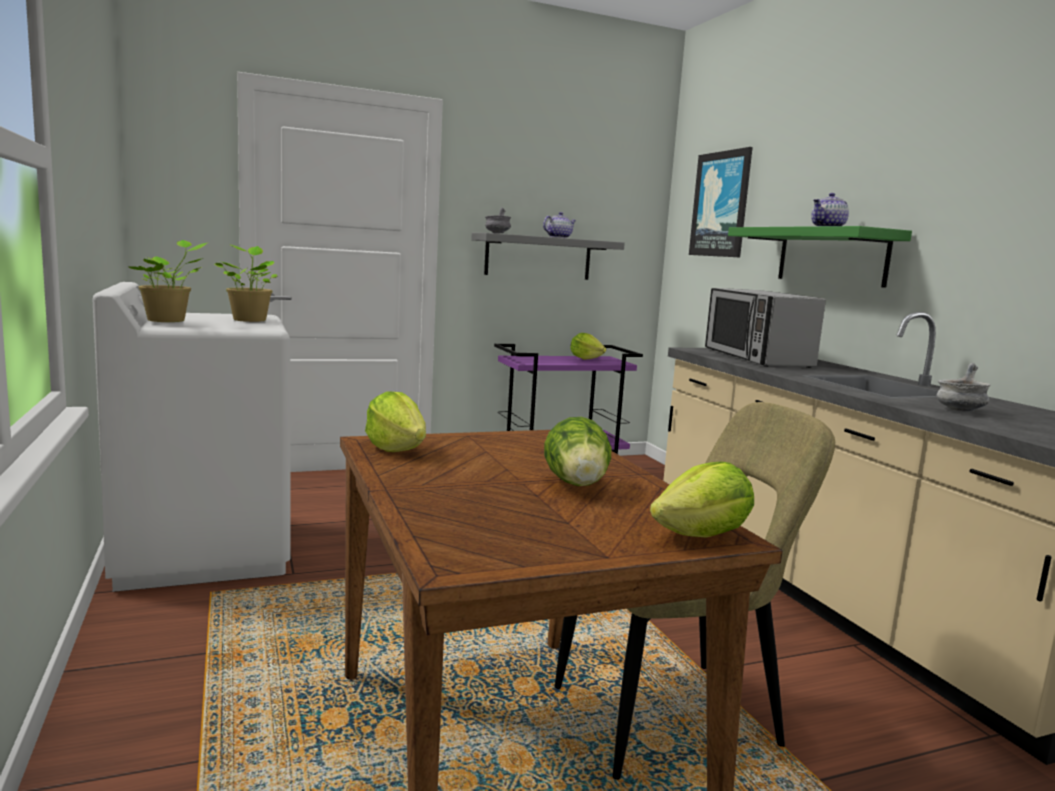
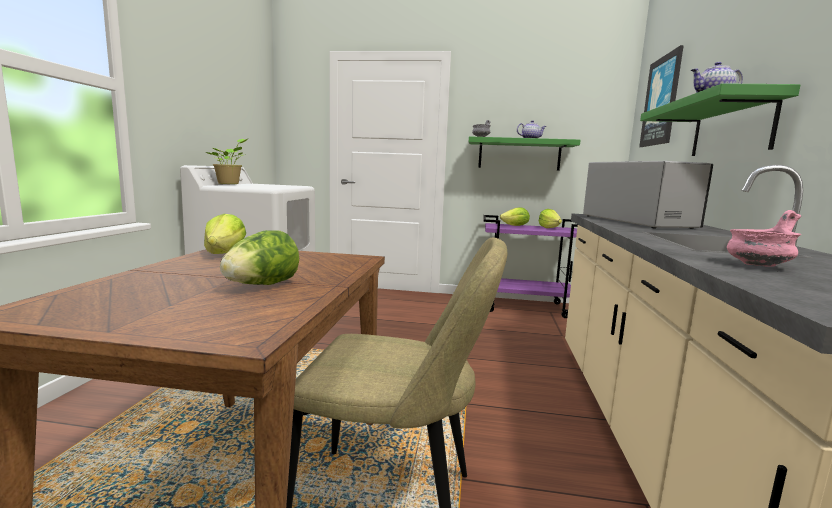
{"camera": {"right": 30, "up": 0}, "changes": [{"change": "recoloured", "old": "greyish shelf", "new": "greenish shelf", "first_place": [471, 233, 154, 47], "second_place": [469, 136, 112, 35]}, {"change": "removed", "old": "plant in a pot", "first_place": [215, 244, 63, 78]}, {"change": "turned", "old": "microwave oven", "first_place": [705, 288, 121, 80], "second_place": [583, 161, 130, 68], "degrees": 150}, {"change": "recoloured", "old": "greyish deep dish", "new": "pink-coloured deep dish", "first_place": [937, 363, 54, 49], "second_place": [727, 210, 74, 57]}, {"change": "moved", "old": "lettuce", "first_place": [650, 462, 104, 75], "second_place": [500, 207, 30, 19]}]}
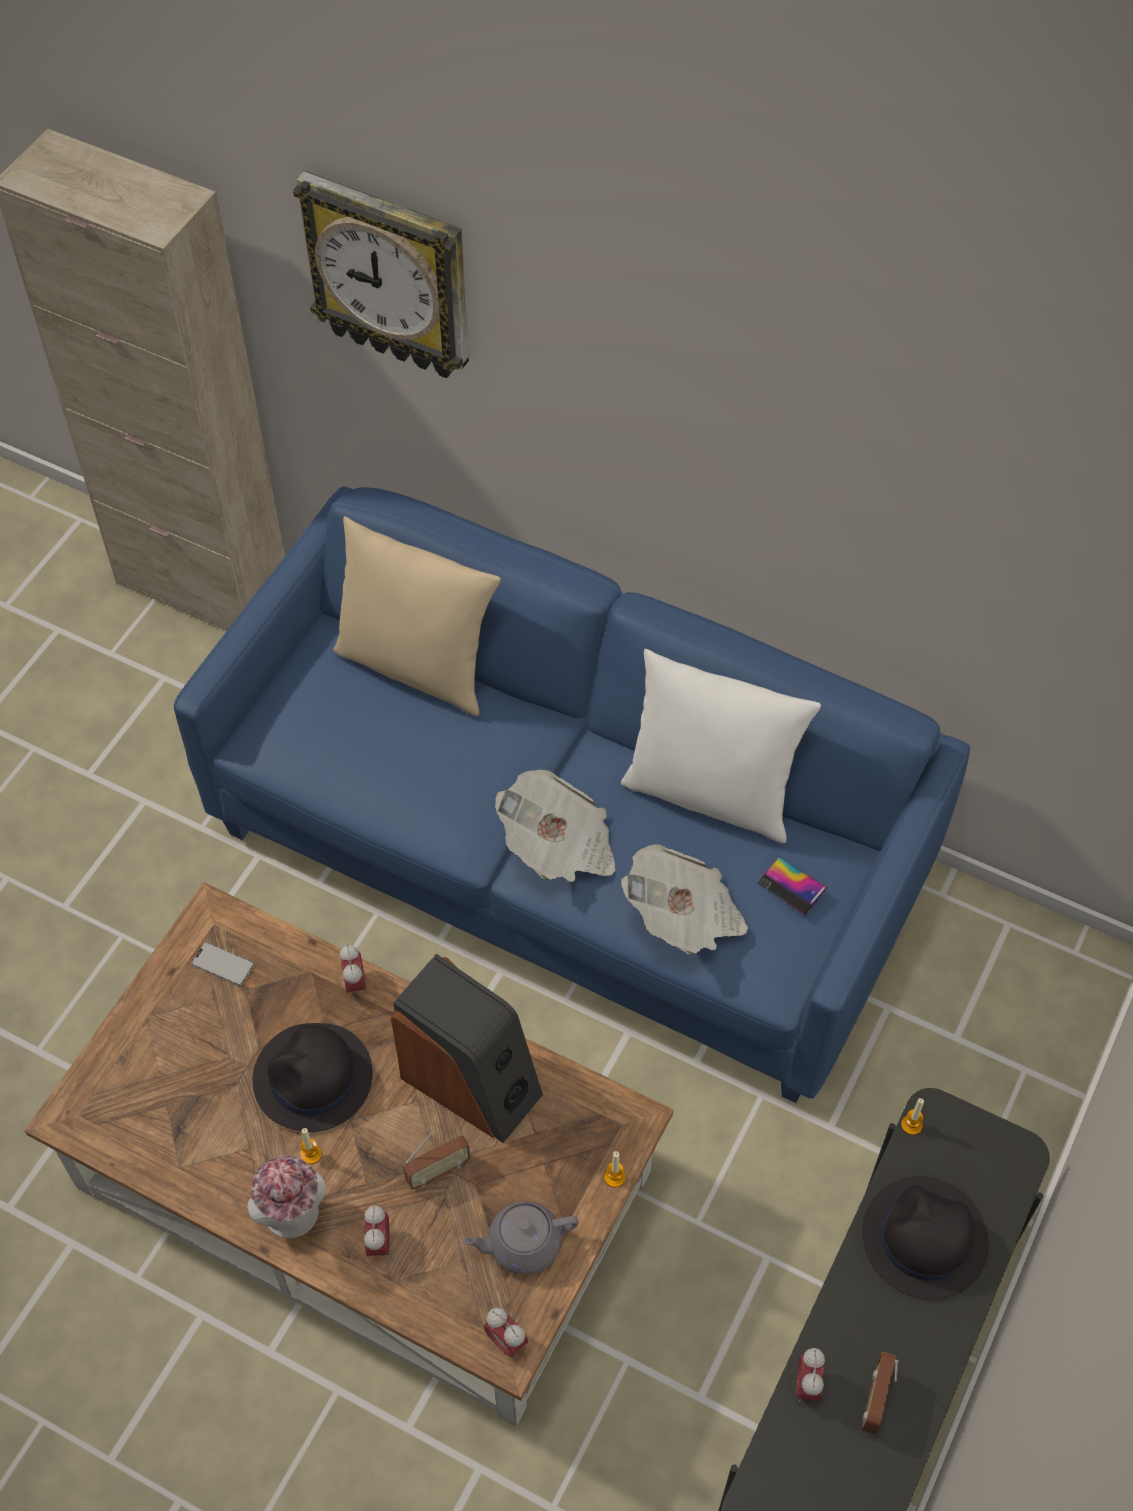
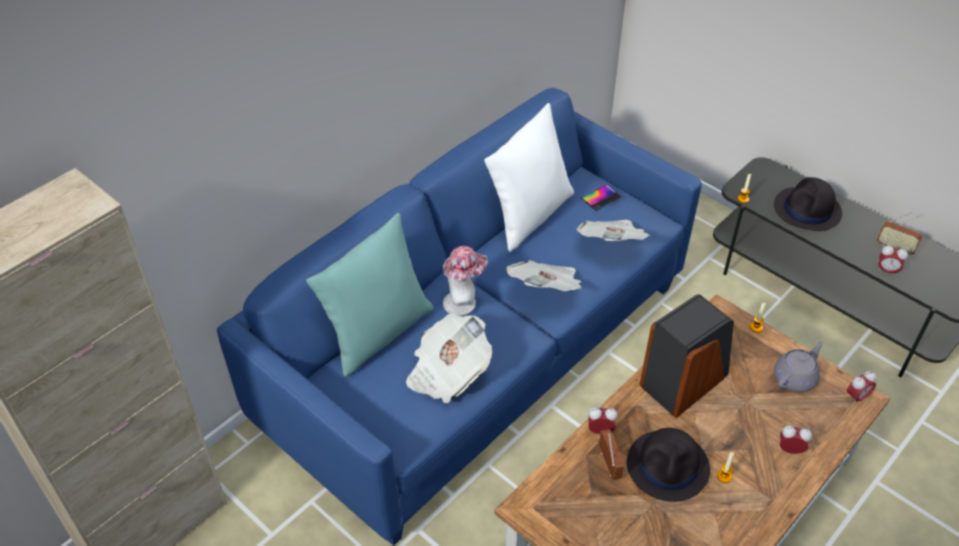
{"camera": {"right": -75, "up": -10}, "changes": [{"change": "removed", "old": "wall clock", "first_place": [293, 171, 176, 207]}, {"change": "recoloured", "old": "sand-coloured cushion", "new": "blue-green cushion", "first_place": [333, 516, 168, 200], "second_place": [306, 213, 128, 164]}, {"change": "removed", "old": "phone", "first_place": [192, 942, 62, 44]}, {"change": "moved", "old": "radio", "first_place": [403, 1132, 68, 58], "second_place": [599, 429, 25, 51]}, {"change": "moved", "old": "hat", "first_place": [247, 1155, 79, 83], "second_place": [443, 246, 45, 70]}, {"change": "turned", "old": "greyish teapot", "first_place": [462, 1201, 117, 74], "second_place": [774, 341, 49, 51], "degrees": -135}, {"change": "added", "new": "printed paper", "second_place": [406, 313, 86, 90]}]}
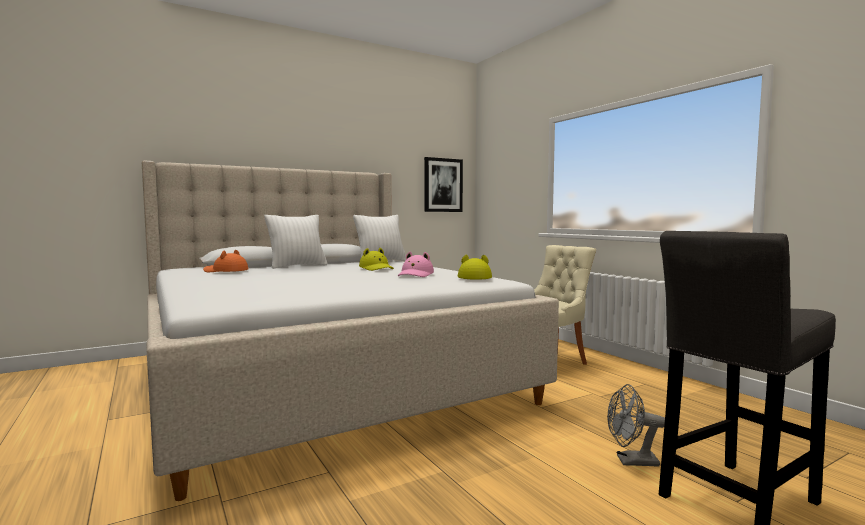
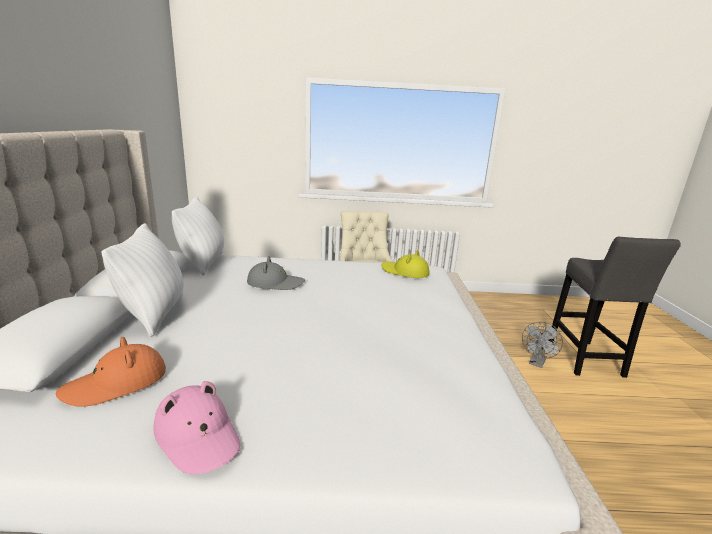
{"camera": {"right": -60, "up": 15}, "changes": [{"change": "removed", "old": "picture", "first_place": [424, 157, 39, 55]}, {"change": "recoloured", "old": "yellowish hat", "new": "greyish hat", "first_place": [359, 248, 35, 23], "second_place": [247, 256, 58, 34]}, {"change": "moved", "old": "pink-coloured hat", "first_place": [398, 252, 36, 25], "second_place": [153, 381, 88, 93]}]}
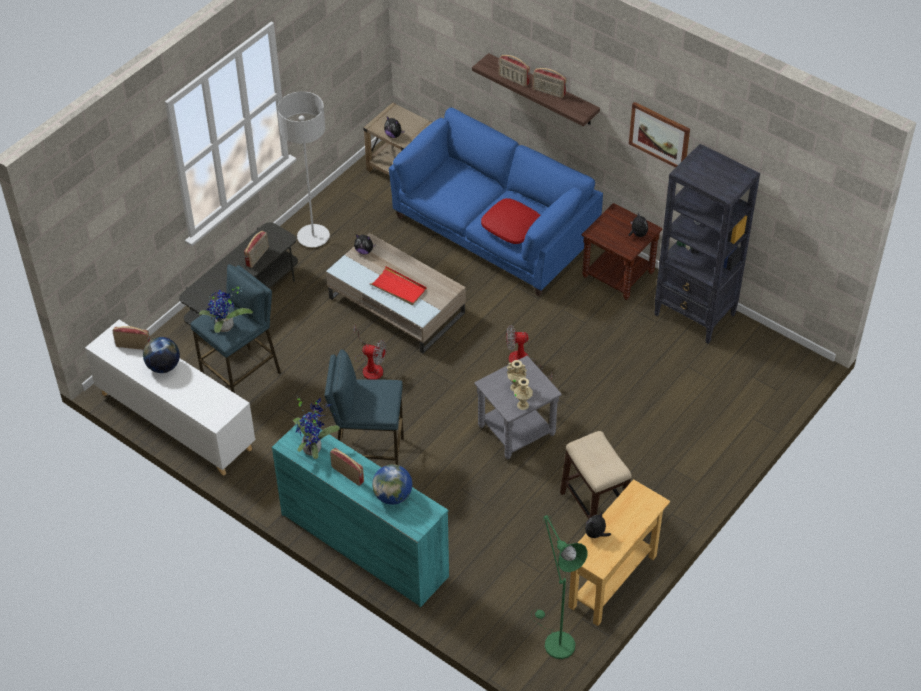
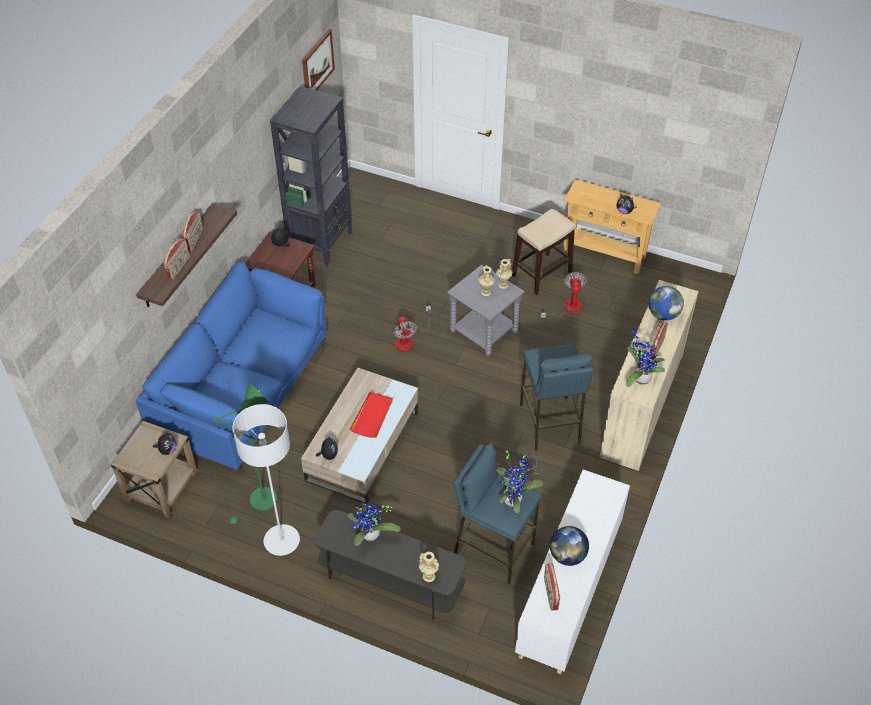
{"camera": {"right": -105, "up": 0}, "changes": [{"change": "moved", "old": "picture", "first_place": [629, 102, 61, 65], "second_place": [302, 29, 33, 61]}, {"change": "removed", "old": "red-coloured cushion", "first_place": [481, 198, 59, 46]}, {"change": "replaced", "old": "radio", "new": "plant in a pot", "first_place": [244, 230, 25, 38], "second_place": [347, 503, 54, 42]}, {"change": "moved", "old": "cooling fan", "first_place": [353, 325, 33, 54], "second_place": [541, 272, 46, 49]}, {"change": "recoloured", "old": "blue-green chest of drawers", "new": "sand-coloured chest of drawers", "first_place": [272, 419, 177, 188], "second_place": [599, 280, 100, 191]}, {"change": "moved", "old": "greenish standing lamp", "first_place": [532, 515, 56, 144], "second_place": [214, 382, 63, 145]}, {"change": "added", "new": "sand-coloured flower vase", "second_place": [419, 552, 20, 30]}]}
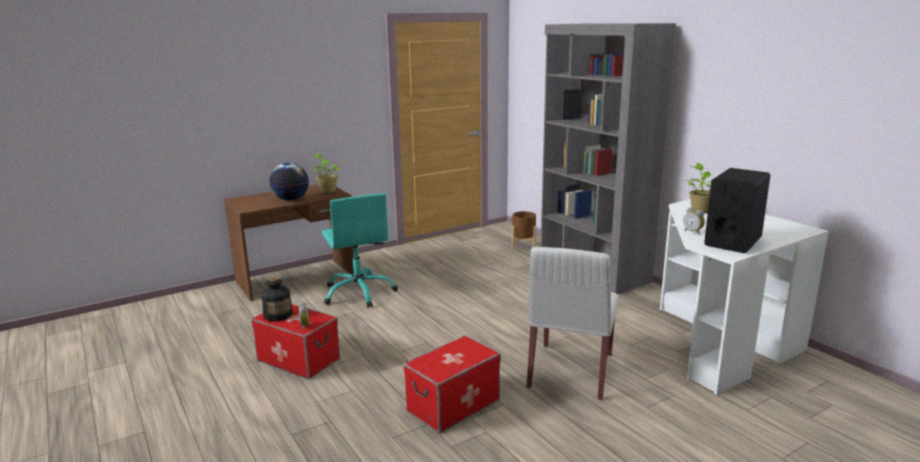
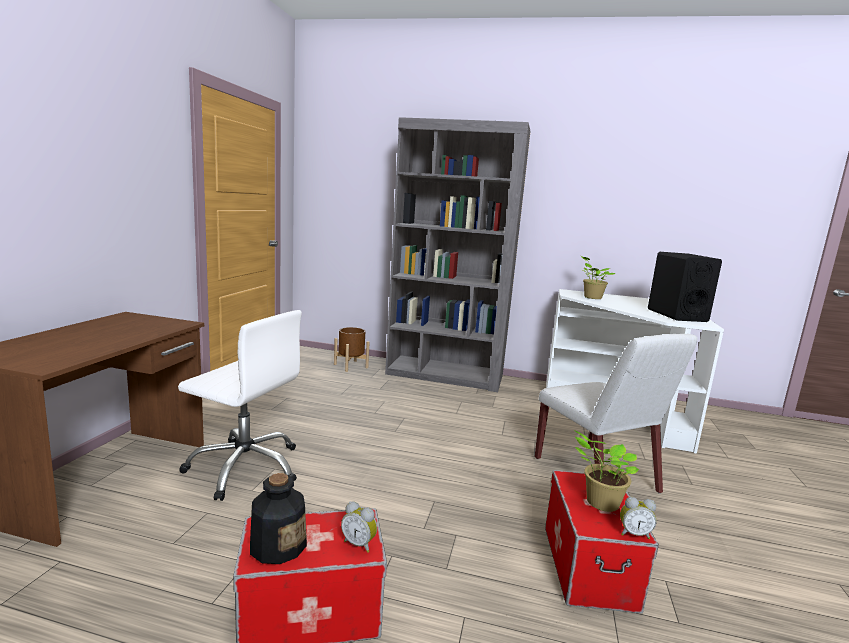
{"camera": {"right": -45, "up": -5}, "changes": [{"change": "moved", "old": "plant in a pot", "first_place": [312, 153, 27, 40], "second_place": [574, 430, 65, 82]}, {"change": "removed", "old": "desk globe", "first_place": [269, 162, 40, 39]}, {"change": "recoloured", "old": "blue-green office chair", "new": "whitish office chair", "first_place": [322, 193, 76, 115], "second_place": [178, 310, 124, 191]}, {"change": "moved", "old": "table clock", "first_place": [683, 208, 22, 27], "second_place": [620, 497, 37, 42]}]}
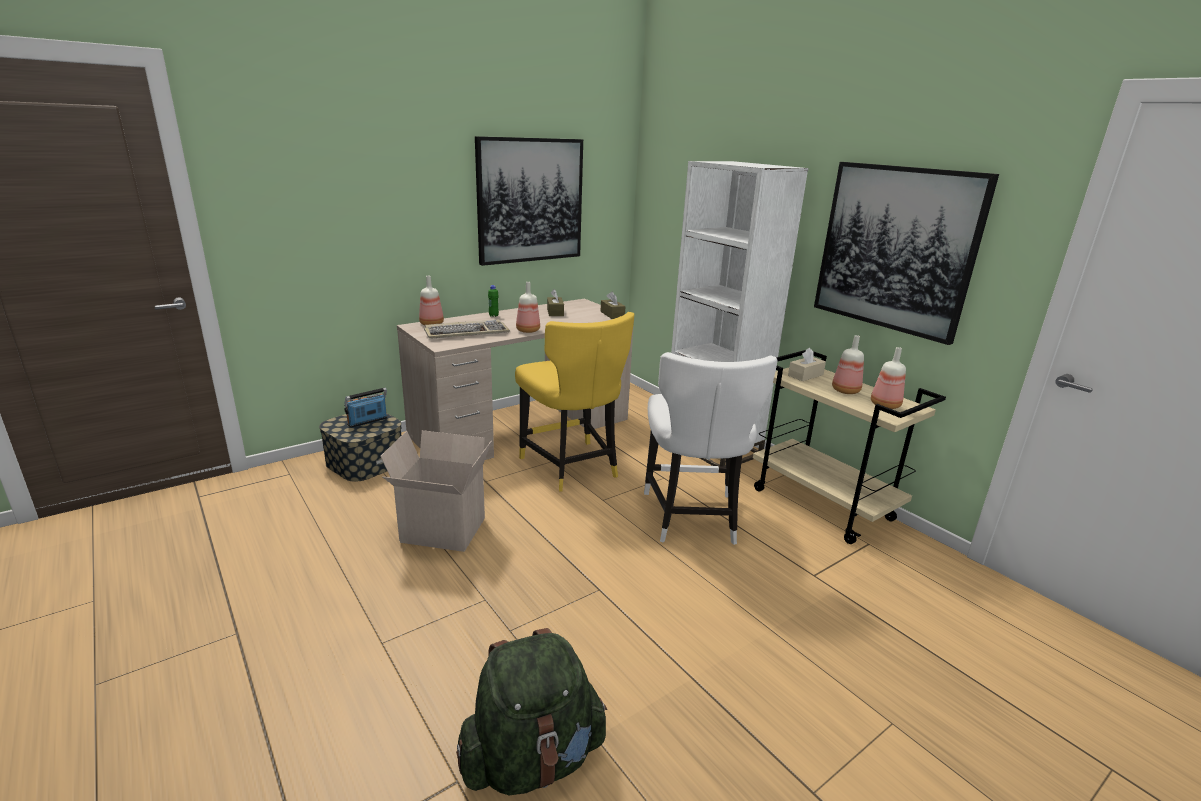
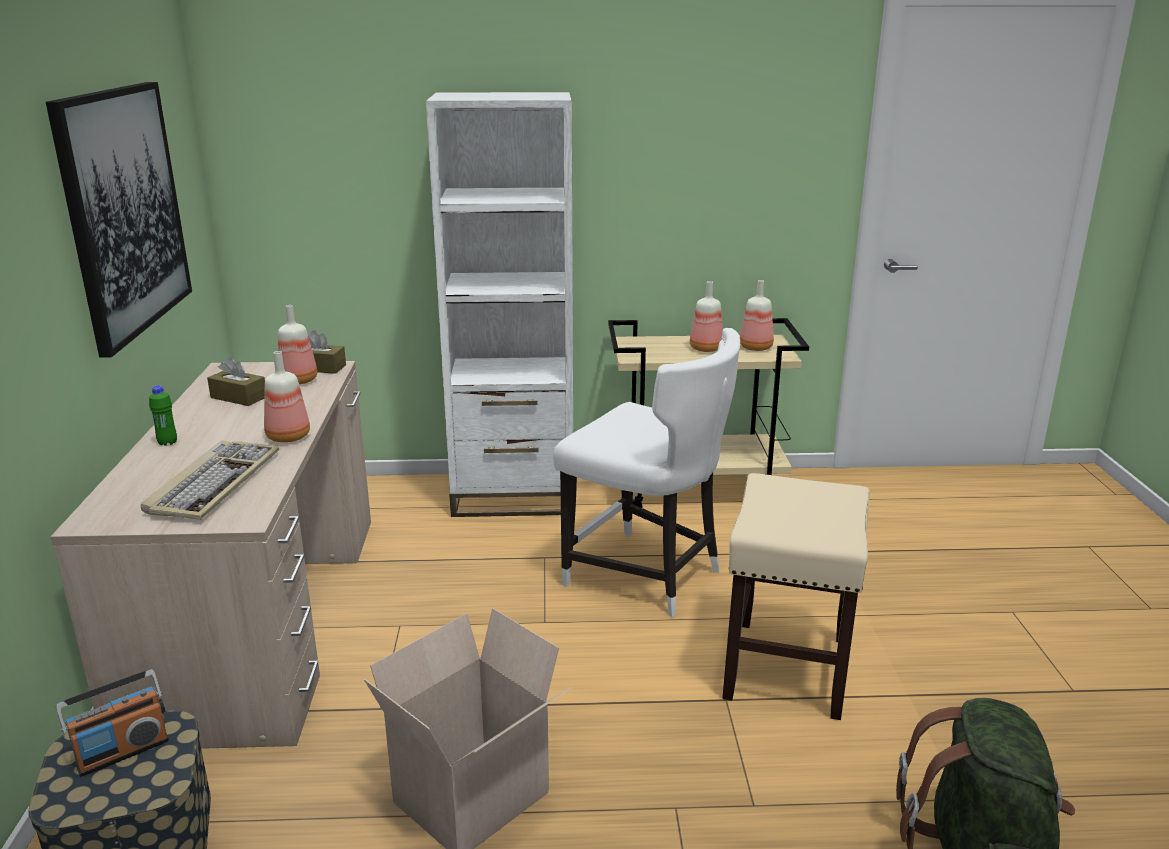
{"camera": {"right": -55, "up": 0}, "changes": [{"change": "removed", "old": "picture", "first_place": [814, 162, 185, 183]}, {"change": "moved", "old": "drink bottle", "first_place": [419, 276, 25, 49], "second_place": [278, 305, 39, 80]}, {"change": "removed", "old": "yellowish chair", "first_place": [515, 312, 119, 180]}, {"change": "removed", "old": "sand-coloured box of tissues", "first_place": [788, 348, 38, 33]}, {"change": "turned", "old": "radio", "first_place": [344, 388, 43, 40], "second_place": [56, 669, 113, 108], "degrees": -120}, {"change": "added", "new": "sand-coloured stool seat", "second_place": [722, 473, 148, 247]}]}
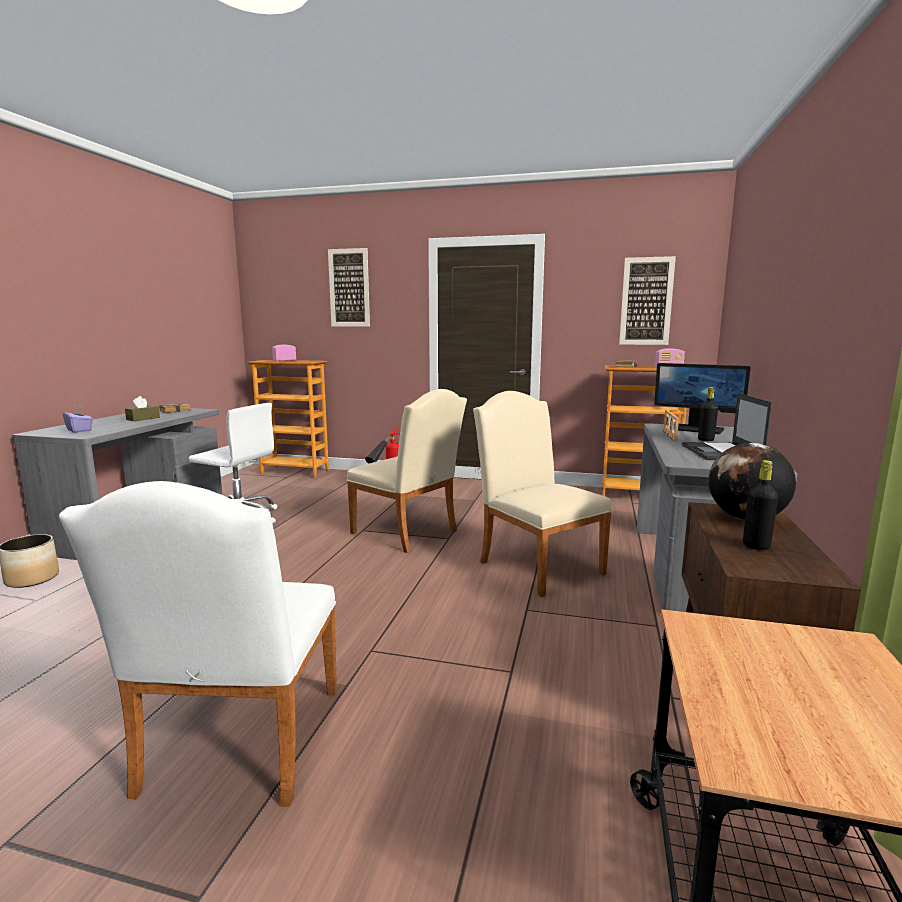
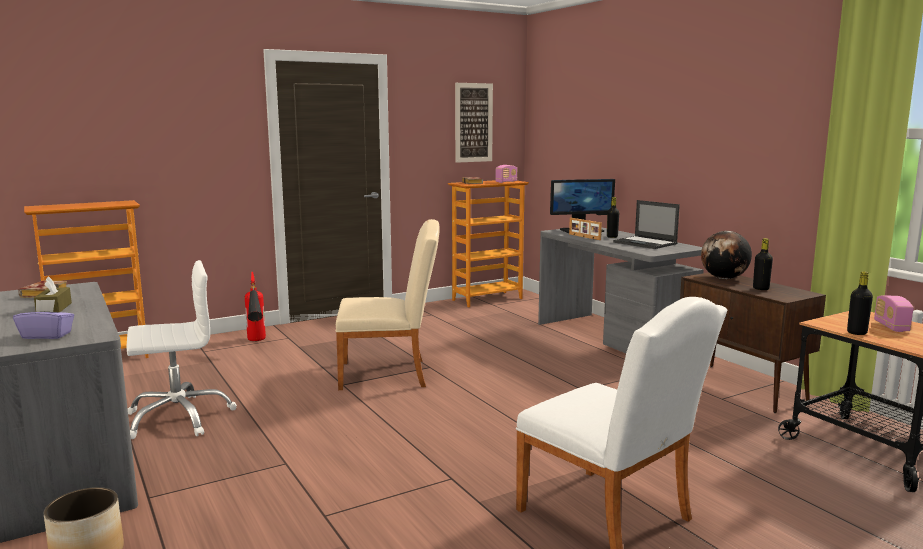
{"camera": {"right": -45, "up": 0}, "changes": [{"change": "removed", "old": "picture", "first_place": [328, 248, 42, 78]}, {"change": "moved", "old": "radio", "first_place": [272, 345, 24, 17], "second_place": [874, 295, 40, 37]}, {"change": "removed", "old": "sand-coloured chair", "first_place": [473, 391, 139, 206]}, {"change": "added", "new": "black-coloured drink bottle", "second_place": [847, 271, 26, 64]}]}
